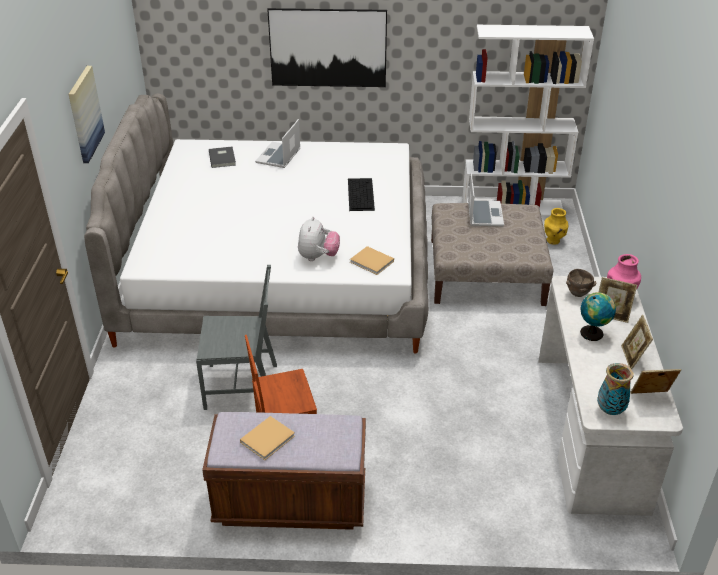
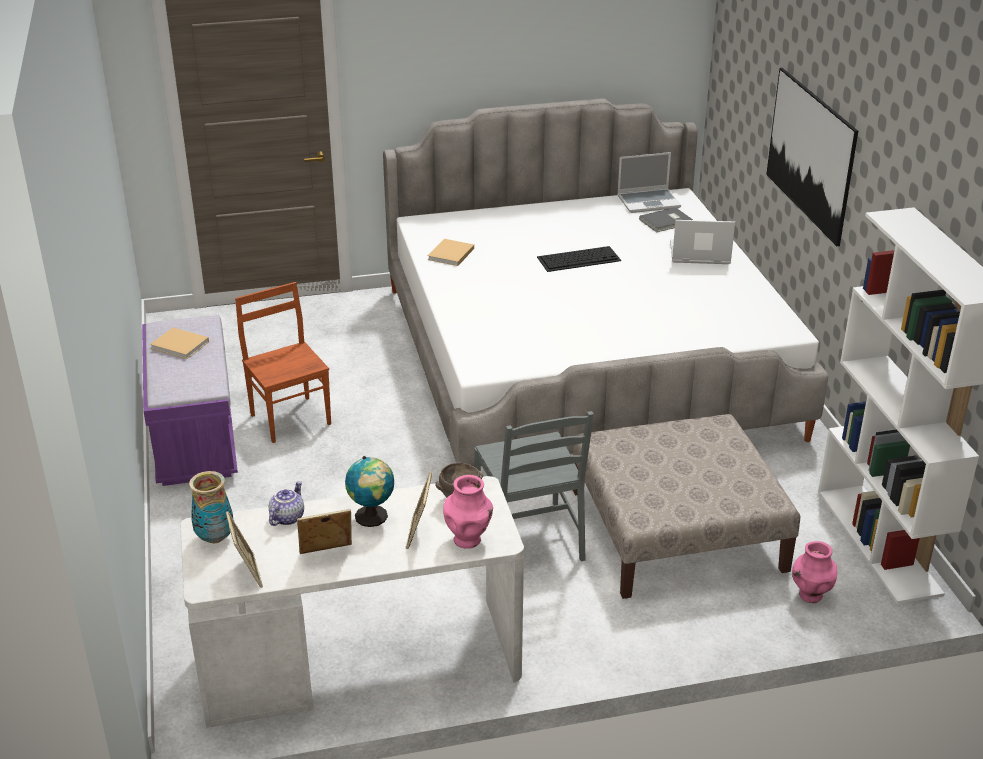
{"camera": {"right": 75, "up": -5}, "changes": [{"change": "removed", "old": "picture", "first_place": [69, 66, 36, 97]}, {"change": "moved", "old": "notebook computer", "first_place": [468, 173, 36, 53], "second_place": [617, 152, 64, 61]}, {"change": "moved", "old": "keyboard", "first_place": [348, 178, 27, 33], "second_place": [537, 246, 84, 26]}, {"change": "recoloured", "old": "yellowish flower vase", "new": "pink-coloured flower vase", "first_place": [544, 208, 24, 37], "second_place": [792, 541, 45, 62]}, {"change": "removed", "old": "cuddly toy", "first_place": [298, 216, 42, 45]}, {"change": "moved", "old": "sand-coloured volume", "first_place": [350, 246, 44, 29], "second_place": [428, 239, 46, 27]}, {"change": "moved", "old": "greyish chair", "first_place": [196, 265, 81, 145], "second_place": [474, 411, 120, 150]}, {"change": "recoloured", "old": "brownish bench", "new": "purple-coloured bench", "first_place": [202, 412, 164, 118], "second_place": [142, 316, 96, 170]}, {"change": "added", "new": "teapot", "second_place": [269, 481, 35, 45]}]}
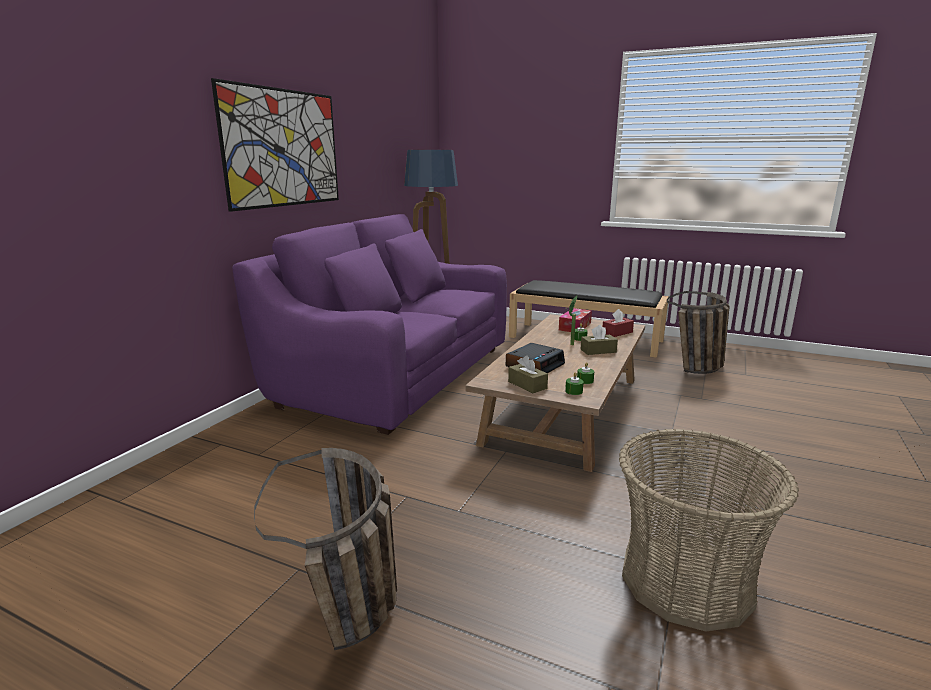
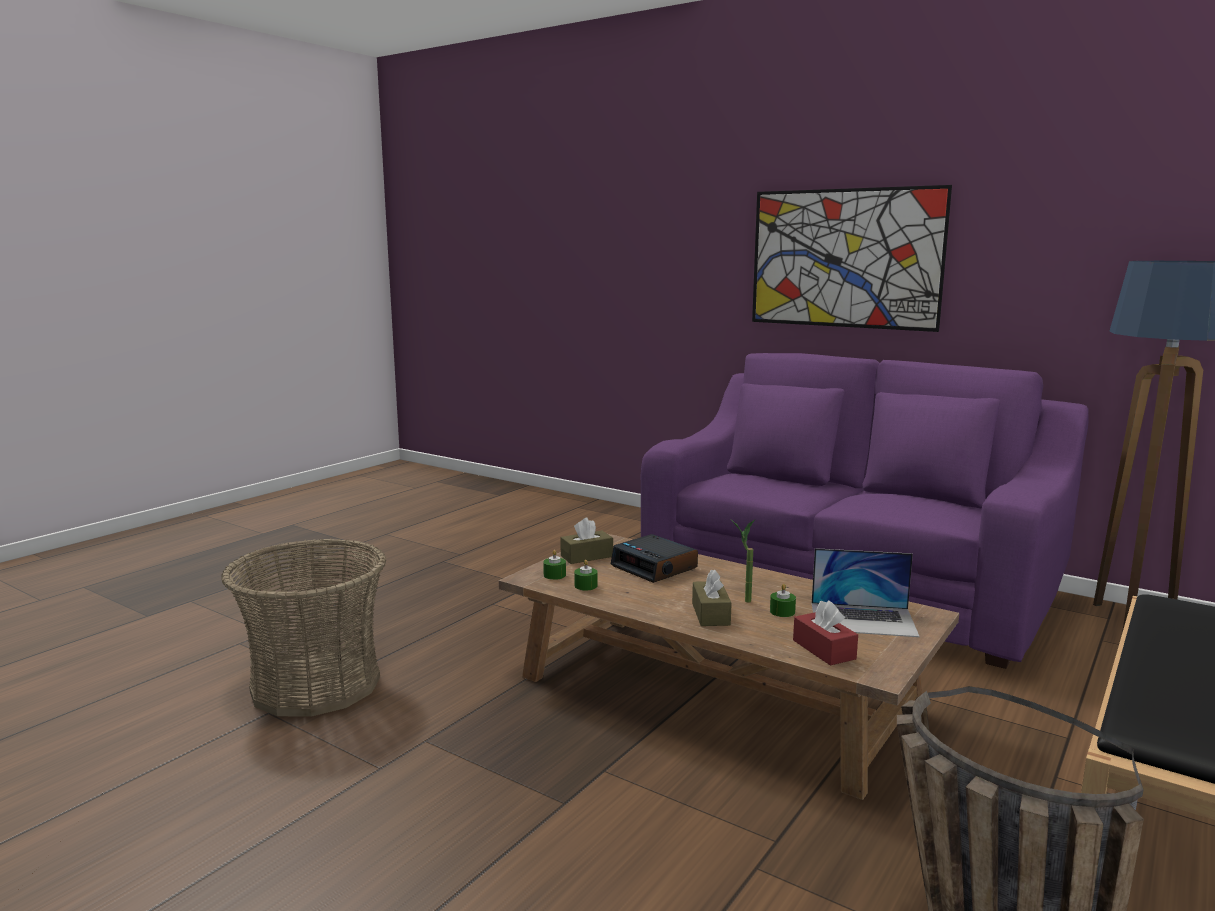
{"camera": {"right": 100, "up": -5}, "changes": [{"change": "replaced", "old": "box of tissues", "new": "notebook computer", "first_place": [559, 308, 33, 24], "second_place": [812, 548, 108, 89]}, {"change": "removed", "old": "household basket", "first_place": [254, 448, 143, 202]}]}
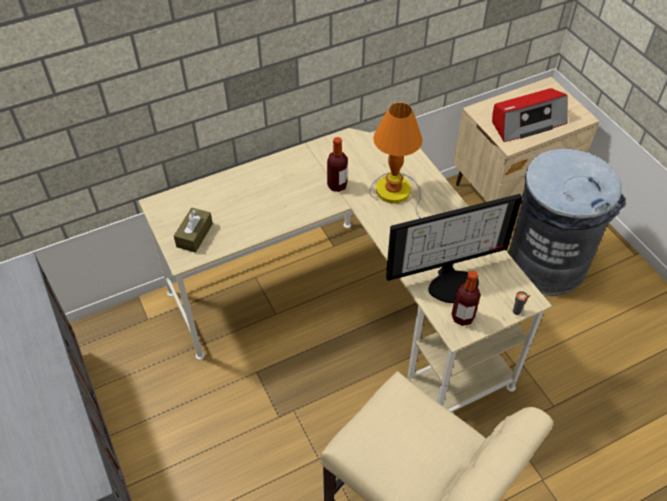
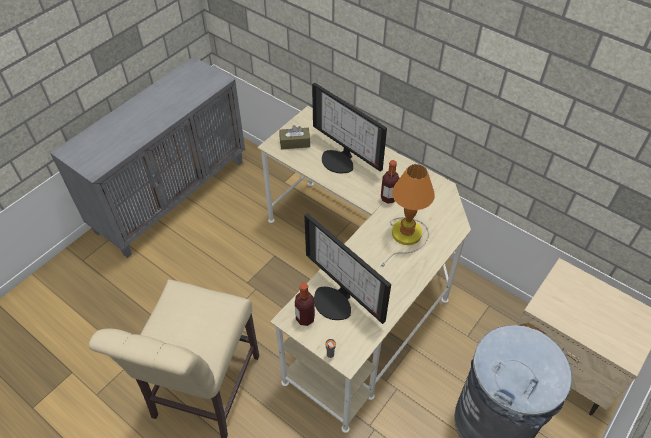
{"camera": {"right": 65, "up": 0}, "changes": [{"change": "removed", "old": "radio", "first_place": [492, 88, 76, 54]}, {"change": "added", "new": "computer display", "second_place": [312, 83, 75, 90]}]}
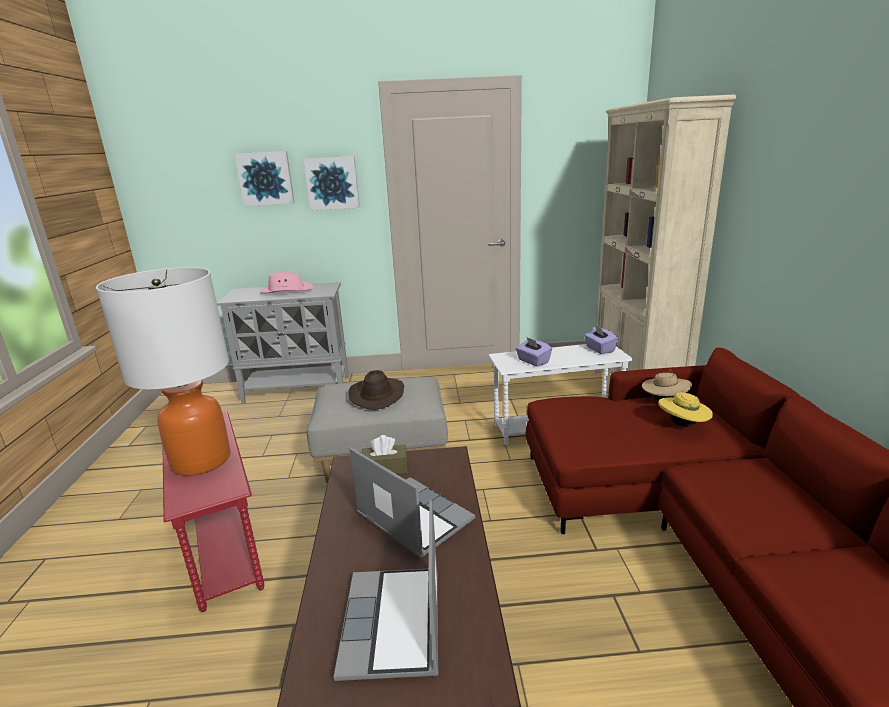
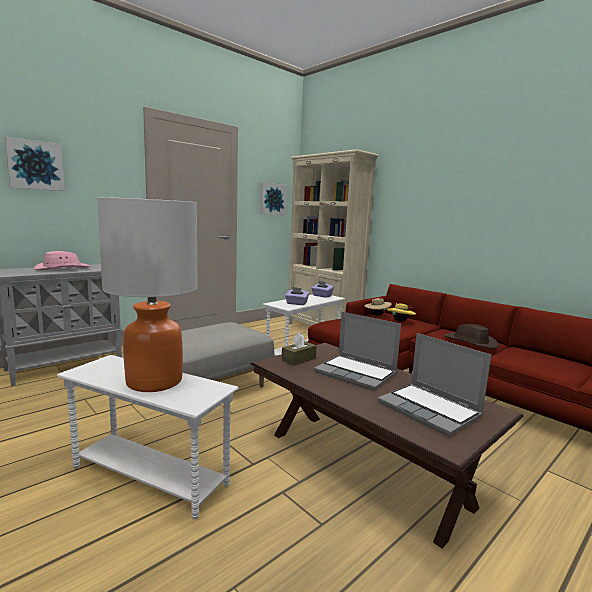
{"camera": {"right": -40, "up": -10}, "changes": [{"change": "moved", "old": "picture", "first_place": [303, 156, 57, 55], "second_place": [260, 182, 27, 33]}, {"change": "moved", "old": "brownish hat", "first_place": [348, 370, 56, 40], "second_place": [445, 324, 53, 25]}, {"change": "recoloured", "old": "red-coloured end table", "new": "whitish end table", "first_place": [162, 411, 102, 201], "second_place": [57, 355, 182, 164]}, {"change": "turned", "old": "notebook computer", "first_place": [350, 448, 125, 110], "second_place": [314, 312, 87, 78], "degrees": -150}]}
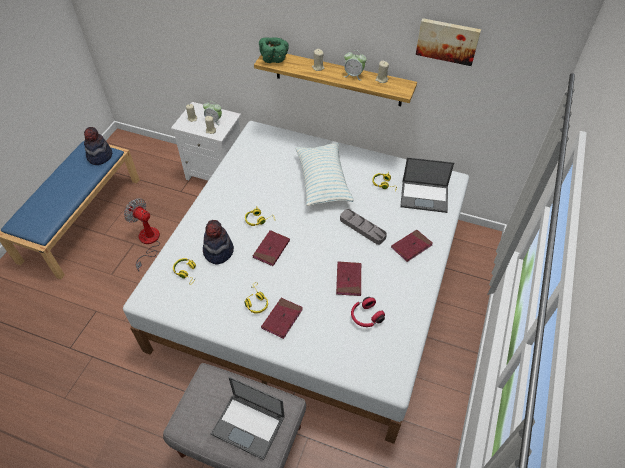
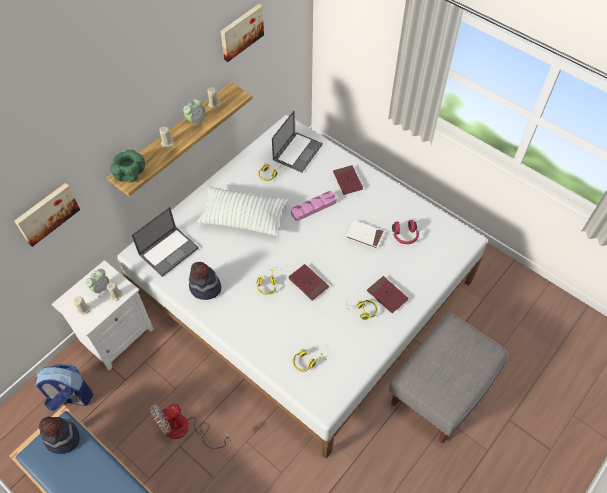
{"camera": {"right": -70, "up": 5}, "changes": [{"change": "recoloured", "old": "greyish serving tray", "new": "pink-coloured serving tray", "first_place": [340, 209, 47, 36], "second_place": [291, 191, 46, 30]}, {"change": "moved", "old": "hat", "first_place": [203, 220, 31, 45], "second_place": [189, 262, 32, 38]}, {"change": "recoloured", "old": "red-coloured volume", "new": "whitish volume", "first_place": [336, 261, 25, 35], "second_place": [346, 220, 38, 29]}, {"change": "moved", "old": "notebook computer", "first_place": [211, 377, 74, 83], "second_place": [131, 207, 68, 70]}, {"change": "added", "new": "picture", "second_place": [15, 183, 65, 64]}, {"change": "added", "new": "rucksack", "second_place": [34, 364, 59, 47]}]}
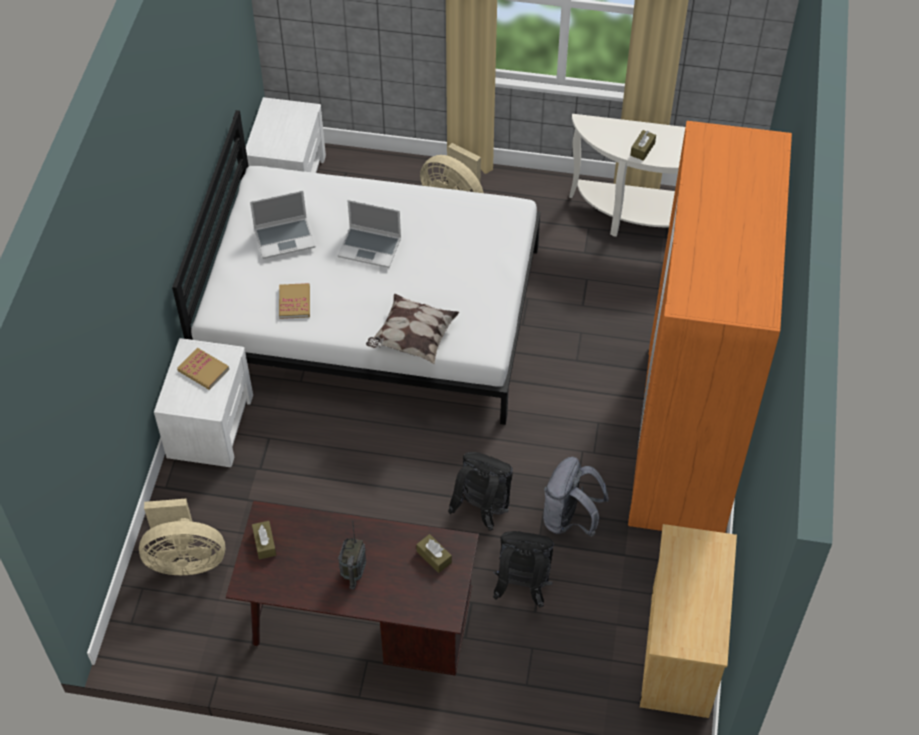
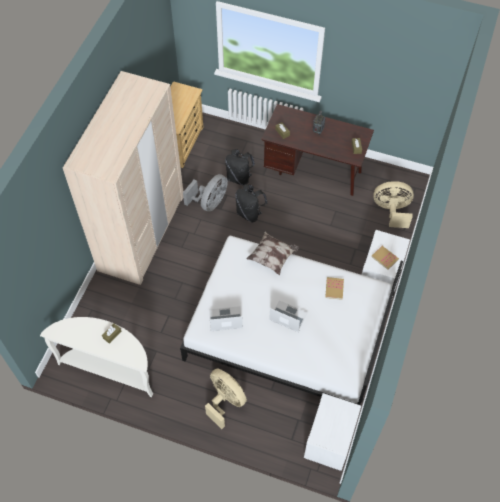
{"camera": {"right": -170, "up": 5}, "changes": [{"change": "recoloured", "old": "orange-coloured wardrobe", "new": "sand-coloured wardrobe", "first_place": [628, 121, 164, 412], "second_place": [63, 71, 121, 214]}, {"change": "moved", "old": "notebook computer", "first_place": [250, 190, 65, 69], "second_place": [209, 306, 34, 25]}, {"change": "replaced", "old": "greyish rucksack", "new": "greyish cooling fan", "first_place": [543, 457, 66, 80], "second_place": [183, 174, 45, 38]}]}
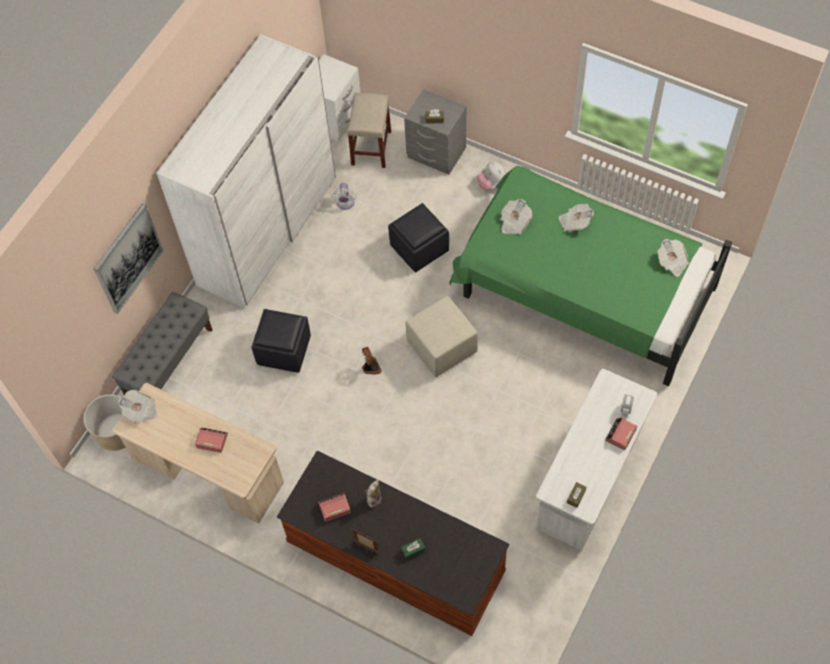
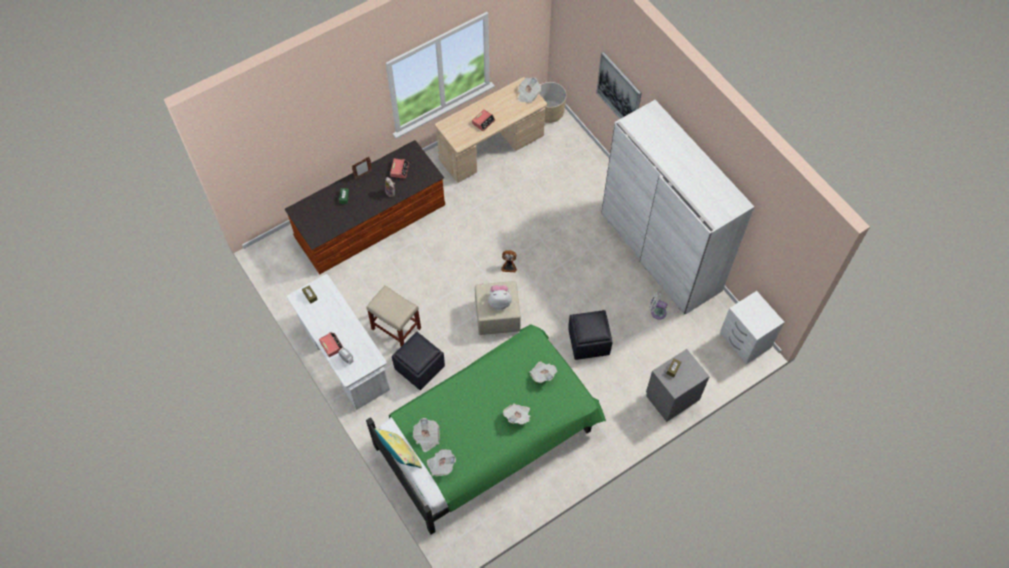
{"camera": {"right": 115, "up": 0}, "changes": [{"change": "moved", "old": "sand-coloured stool seat", "first_place": [347, 93, 44, 75], "second_place": [366, 285, 55, 61]}, {"change": "moved", "old": "cuddly toy", "first_place": [477, 161, 29, 30], "second_place": [488, 285, 24, 25]}, {"change": "removed", "old": "greyish bench", "first_place": [112, 292, 101, 103]}, {"change": "moved", "old": "black-coloured pouffe", "first_place": [252, 309, 59, 64], "second_place": [392, 332, 53, 58]}, {"change": "added", "new": "printed paper", "second_place": [413, 418, 27, 34]}, {"change": "added", "new": "yellowish cushion", "second_place": [375, 428, 47, 40]}]}
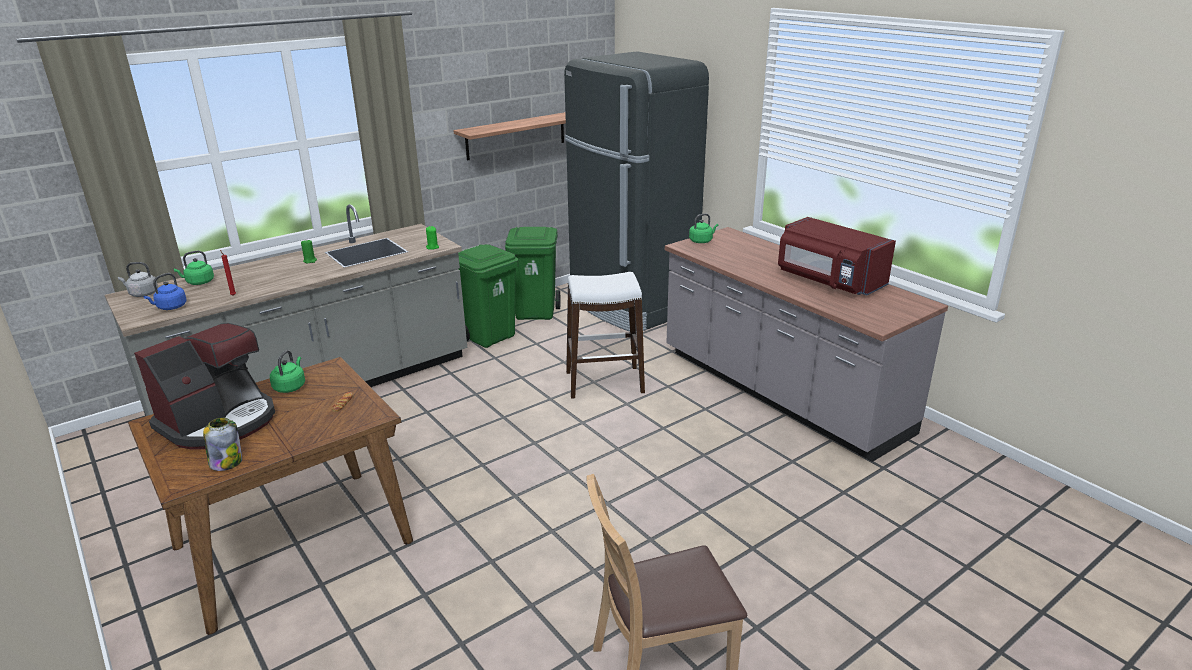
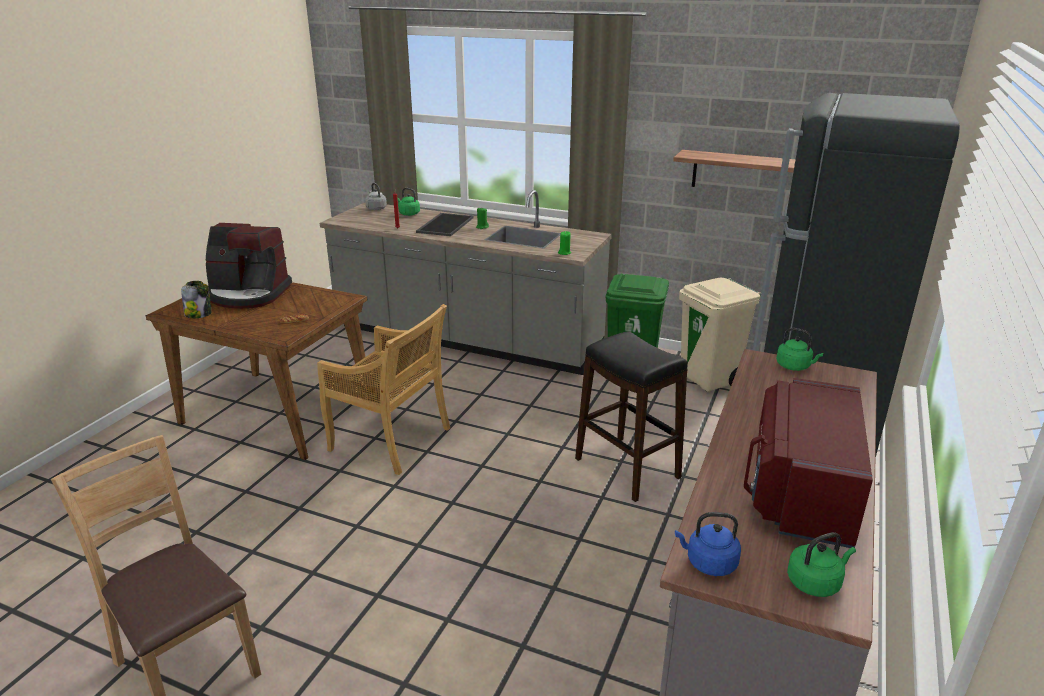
{"camera": {"right": 60, "up": 0}, "changes": [{"change": "recoloured", "old": "greenish trash can", "new": "sand-coloured trash can", "first_place": [505, 227, 56, 93], "second_place": [679, 278, 82, 113]}, {"change": "recoloured", "old": "whitish stool seat", "new": "black-coloured stool seat", "first_place": [566, 272, 79, 127], "second_place": [575, 331, 113, 171]}, {"change": "moved", "old": "blue-coloured water kettle", "first_place": [143, 273, 44, 37], "second_place": [675, 512, 66, 64]}, {"change": "moved", "old": "greenish water kettle", "first_place": [270, 350, 35, 43], "second_place": [787, 532, 69, 65]}, {"change": "added", "new": "serving tray", "second_place": [416, 213, 58, 23]}, {"change": "added", "new": "sand-coloured chair", "second_place": [317, 304, 133, 171]}]}
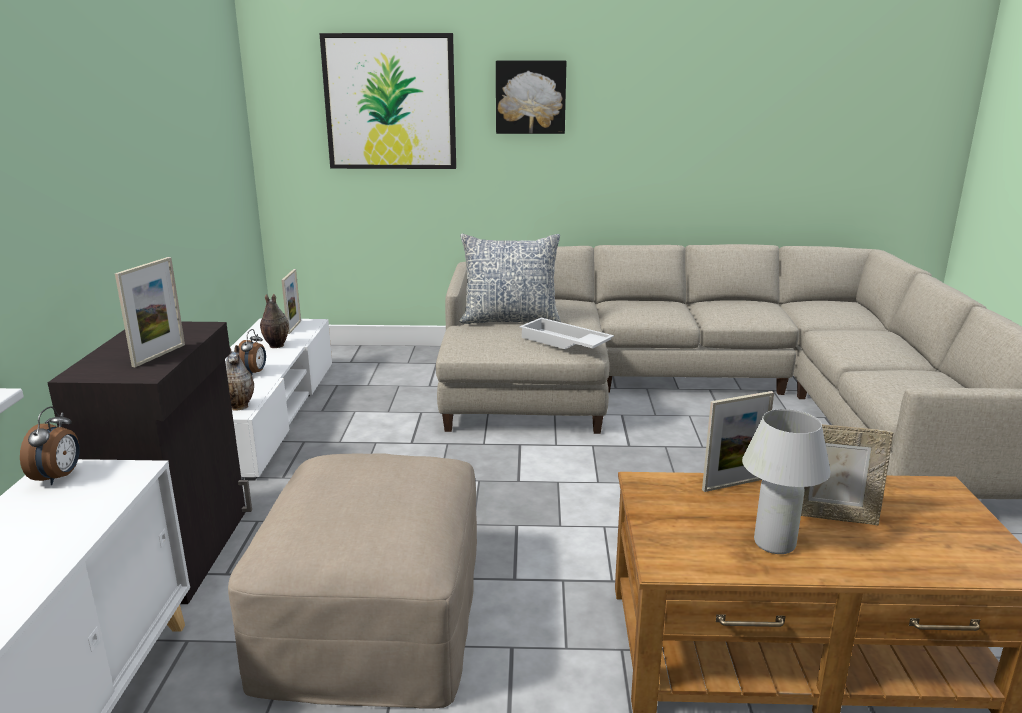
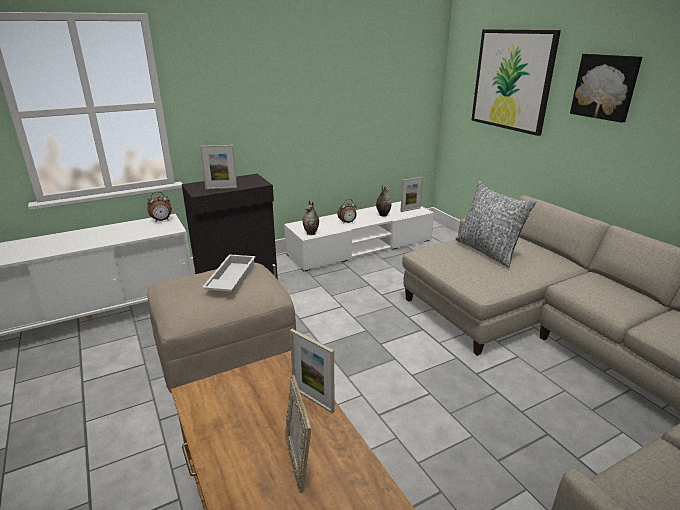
{"camera": {"right": 60, "up": 5}, "changes": [{"change": "moved", "old": "whitish serving tray", "first_place": [519, 318, 95, 31], "second_place": [202, 254, 54, 38]}, {"change": "removed", "old": "whitish tabletop lamp", "first_place": [742, 409, 89, 145]}]}
